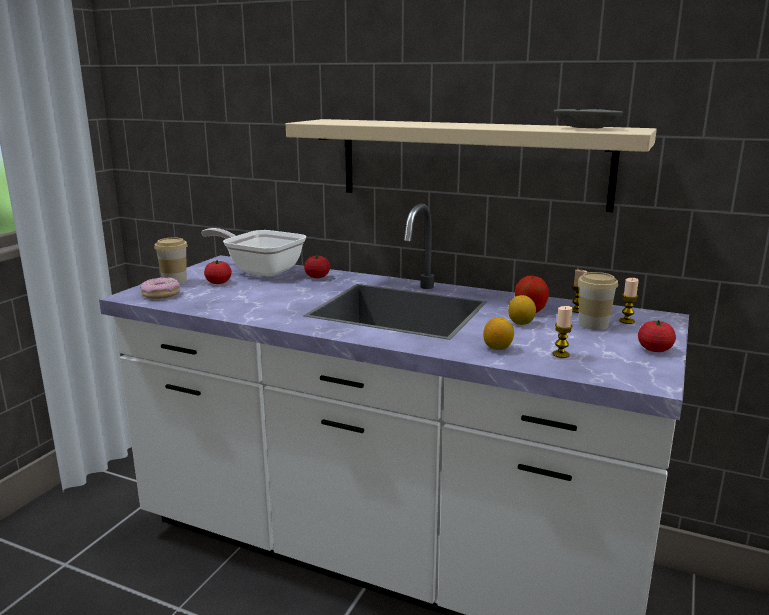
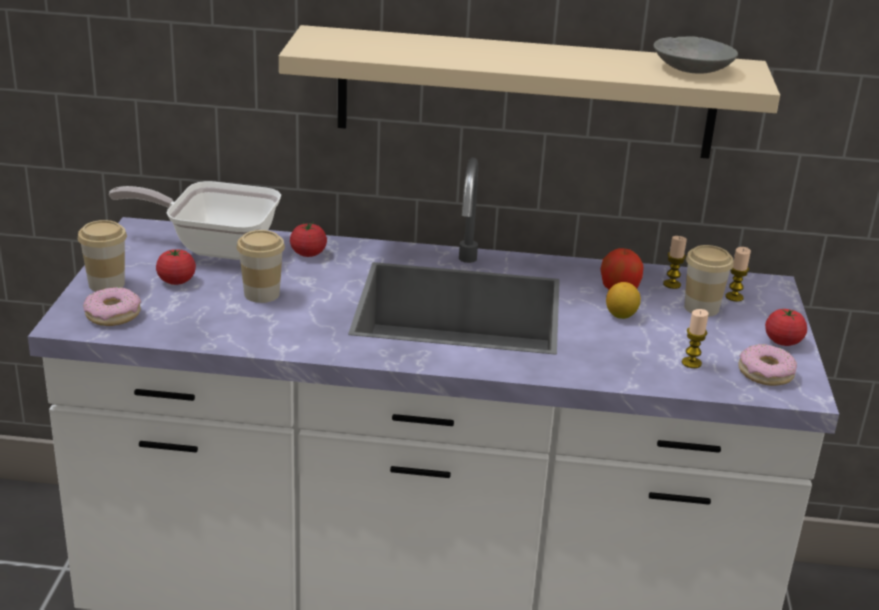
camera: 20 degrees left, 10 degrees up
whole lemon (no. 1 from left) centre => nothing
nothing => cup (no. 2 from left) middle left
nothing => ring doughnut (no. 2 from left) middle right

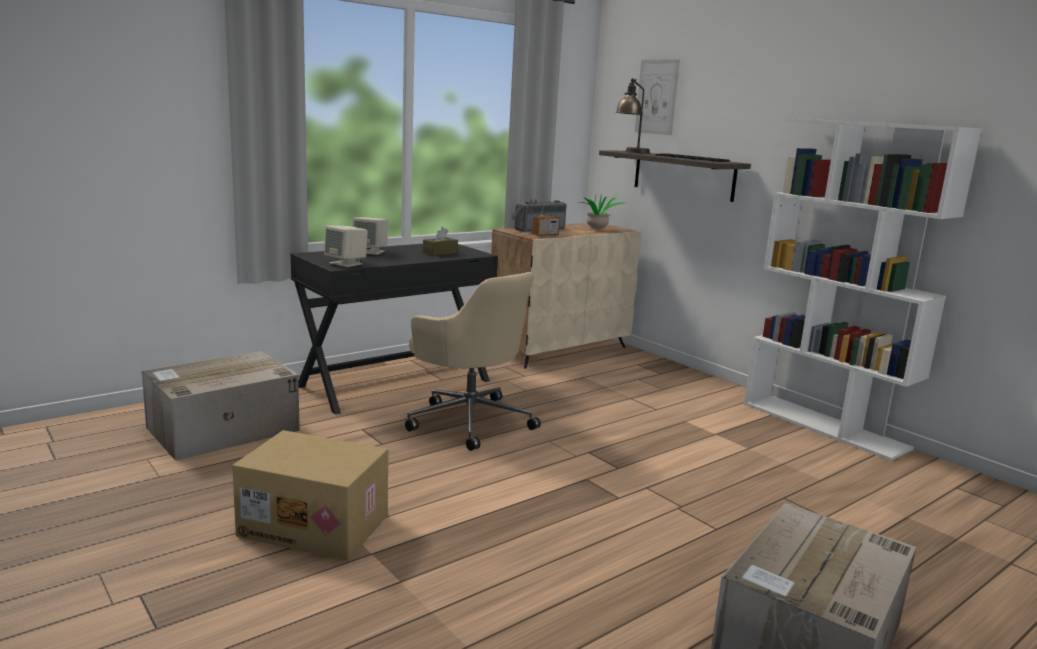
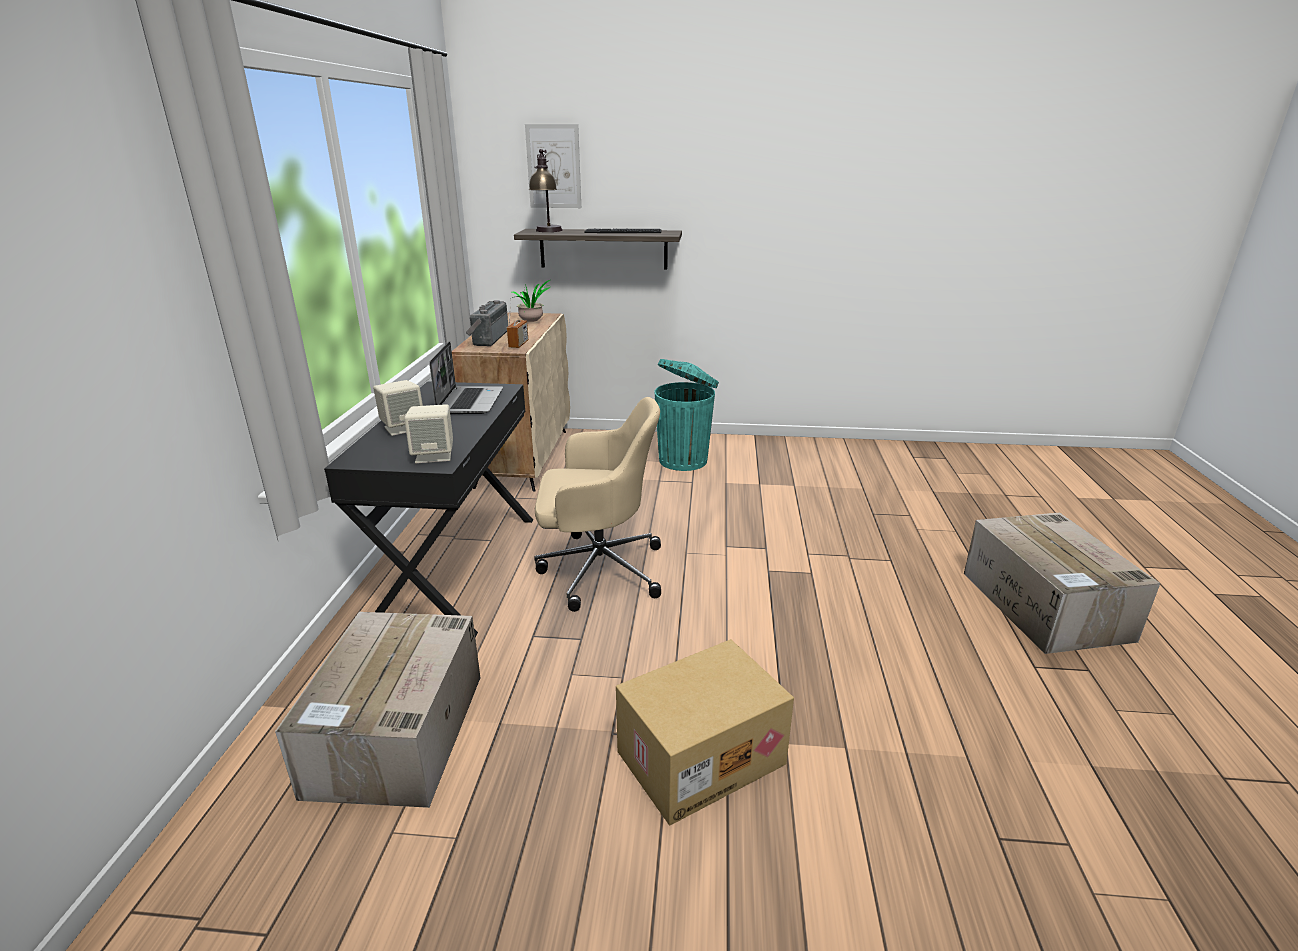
camera: 45 degrees left, 10 degrees up
white-coloured bookcase middle right => nothing
brown-coloured box of tissues centre => laptop centre
nothing => blue-green trash can centre

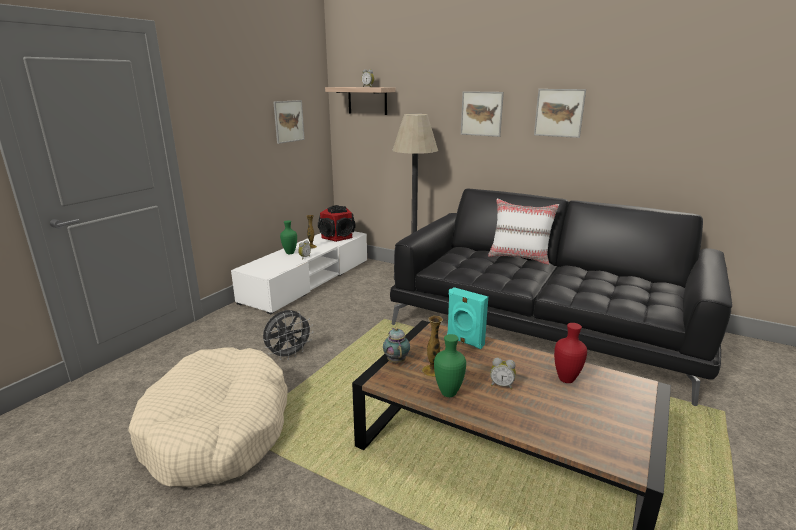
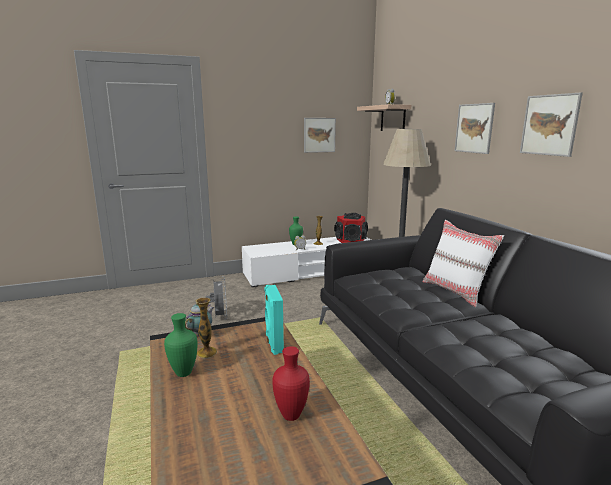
camera: 40 degrees right, 5 degrees down
gray fan centre, 105 degrees counterclockwise
beige-coloured pet bed bottom left => nothing
alarm clock (no. 3 from left) bottom centre => nothing

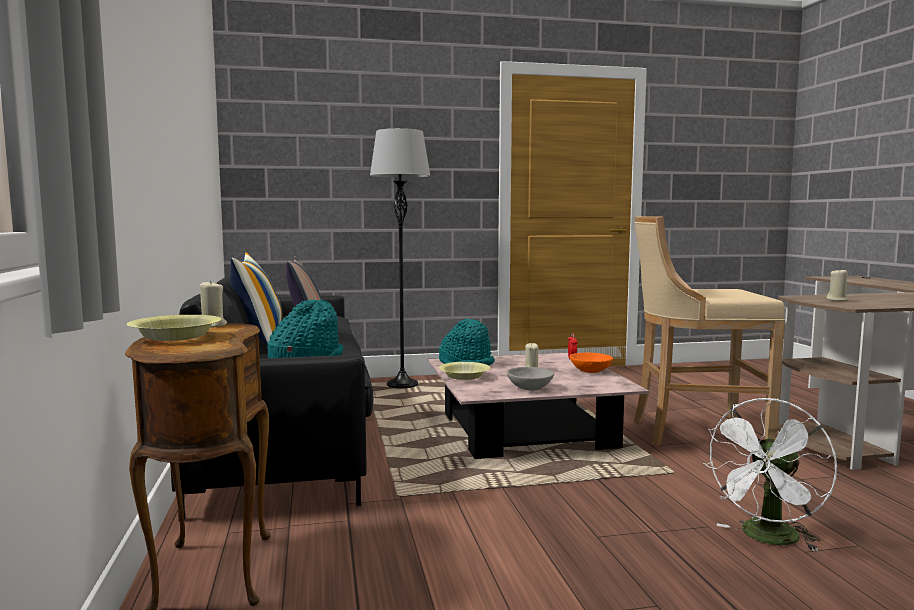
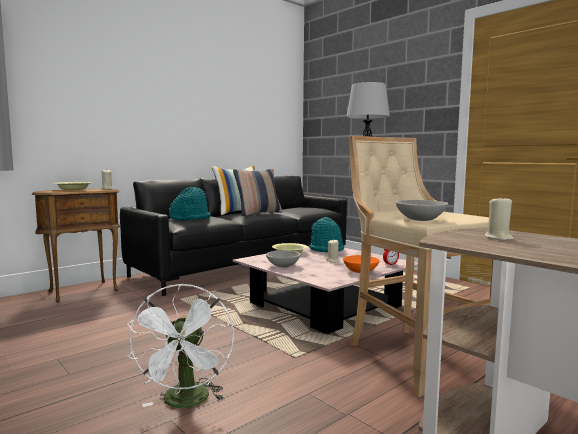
camera: 60 degrees right, 0 degrees up
white-coloured fan bottom right => white-coloured fan bottom left, 105 degrees counterclockwise
nothing => gray deep dish (no. 2 from left) middle right

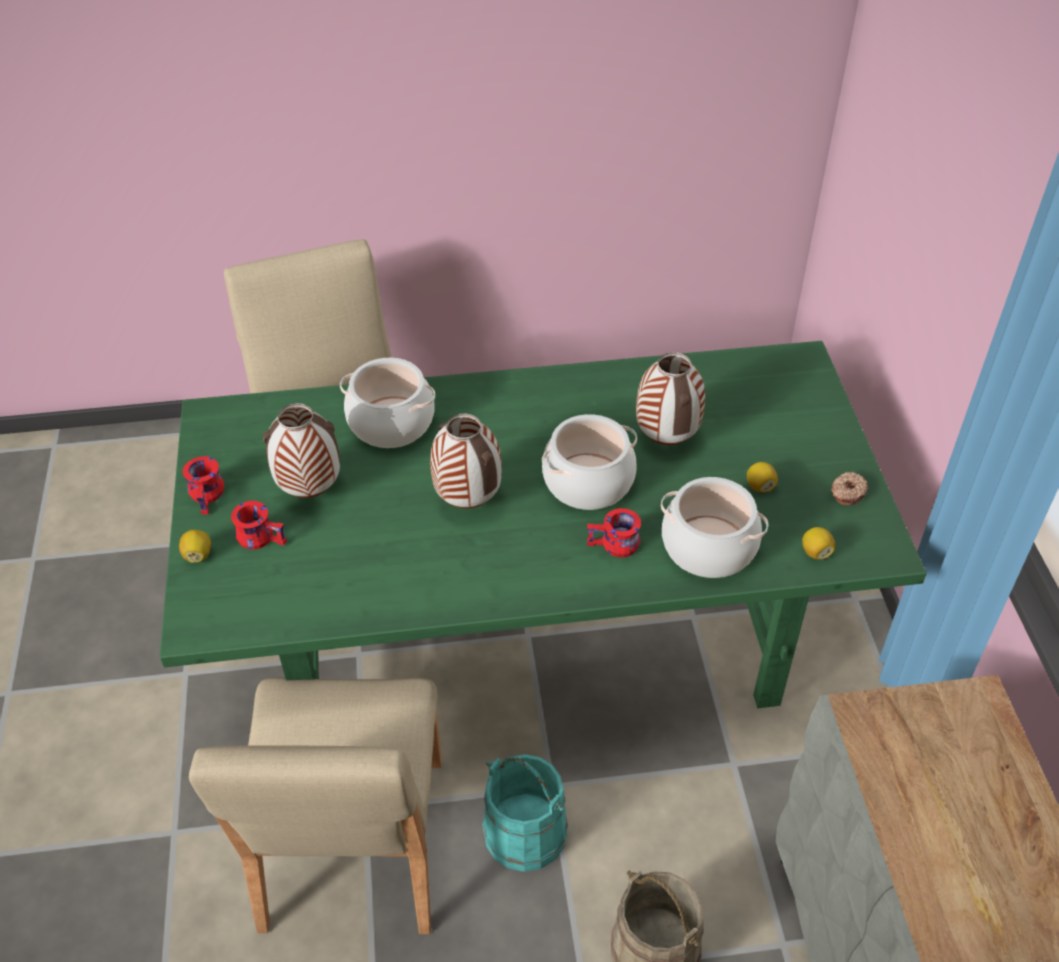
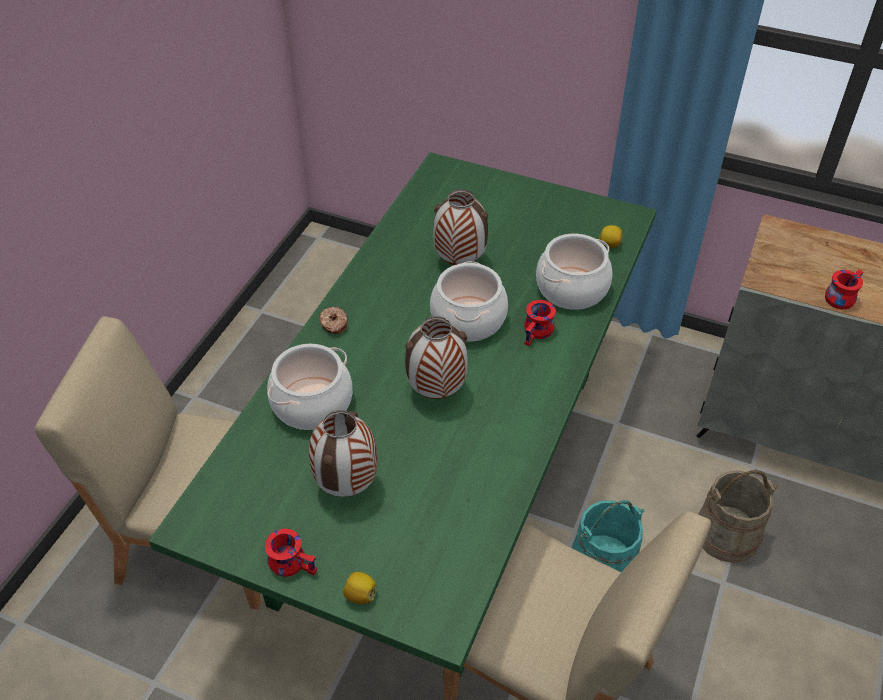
camera: 60 degrees left, 0 degrees up
whole lemon (no. 2 from left) middle right => nothing
ring doughnut middle right => ring doughnut centre, relocated
reddish tea mug (no. 2 from left in the first image) middle left => reddish tea mug (no. 3 from left) middle right, relocated

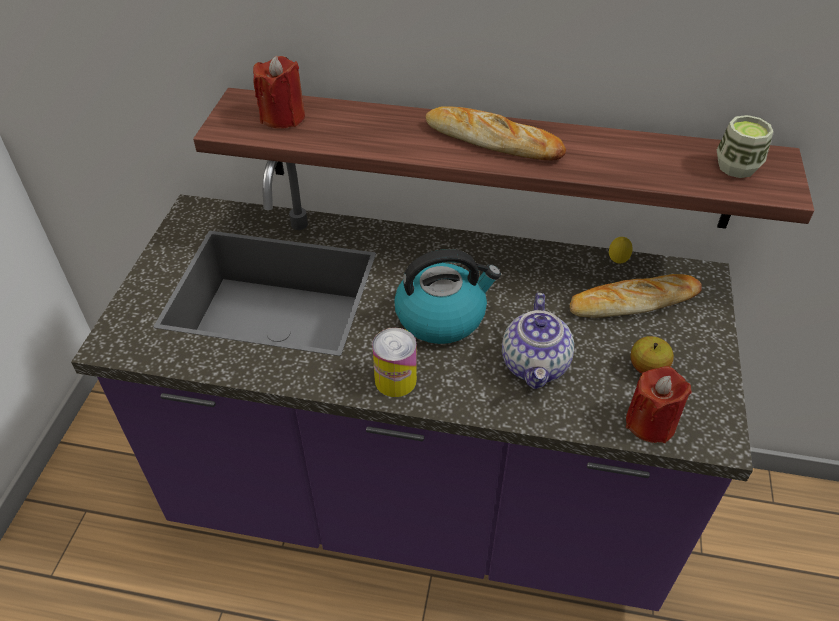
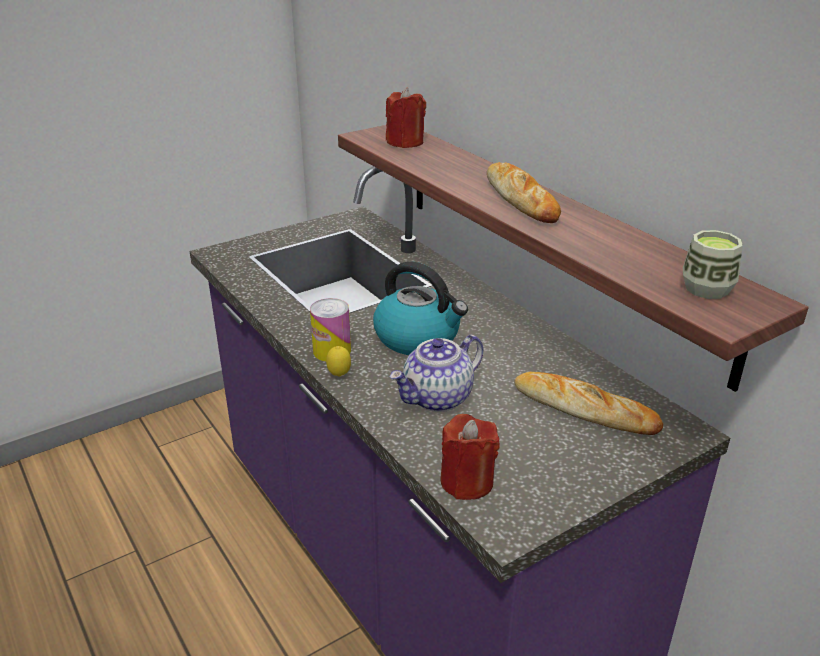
camera: 45 degrees right, 15 degrees down
whole lemon middle right => whole lemon centre, relocated
apple middle right => nothing

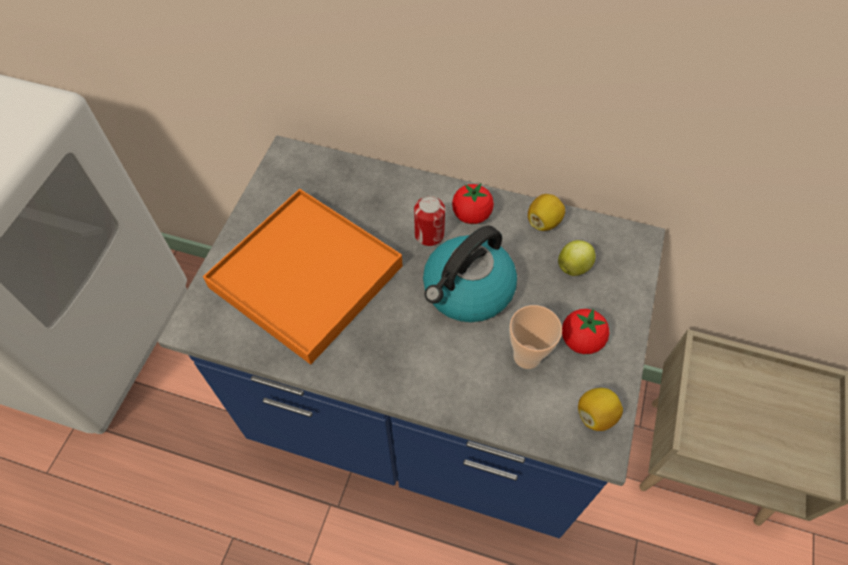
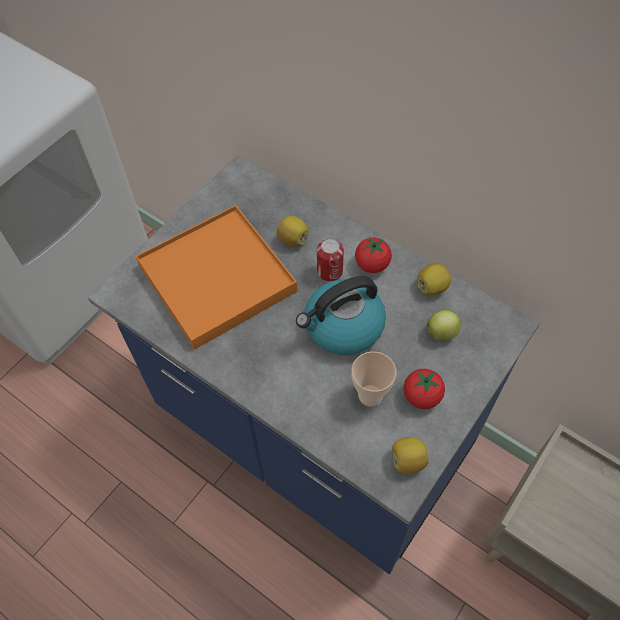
camera: 20 degrees right, 0 degrees up
nothing => whole lemon (no. 1 from left) centre

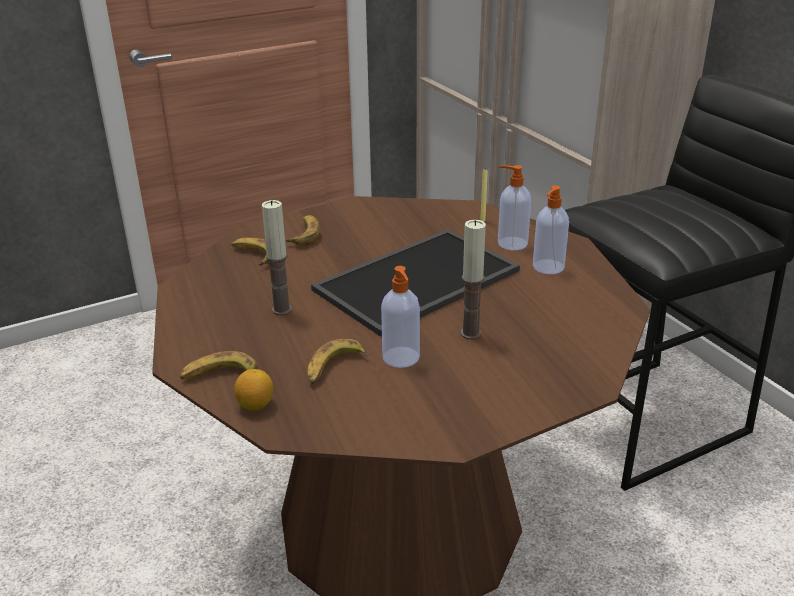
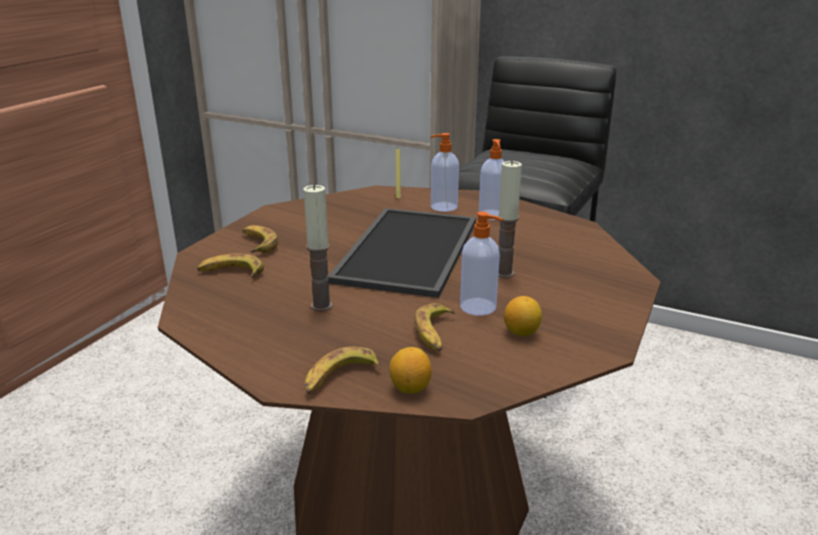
camera: 35 degrees left, 5 degrees down
nothing => whole lemon (no. 2 from left) centre

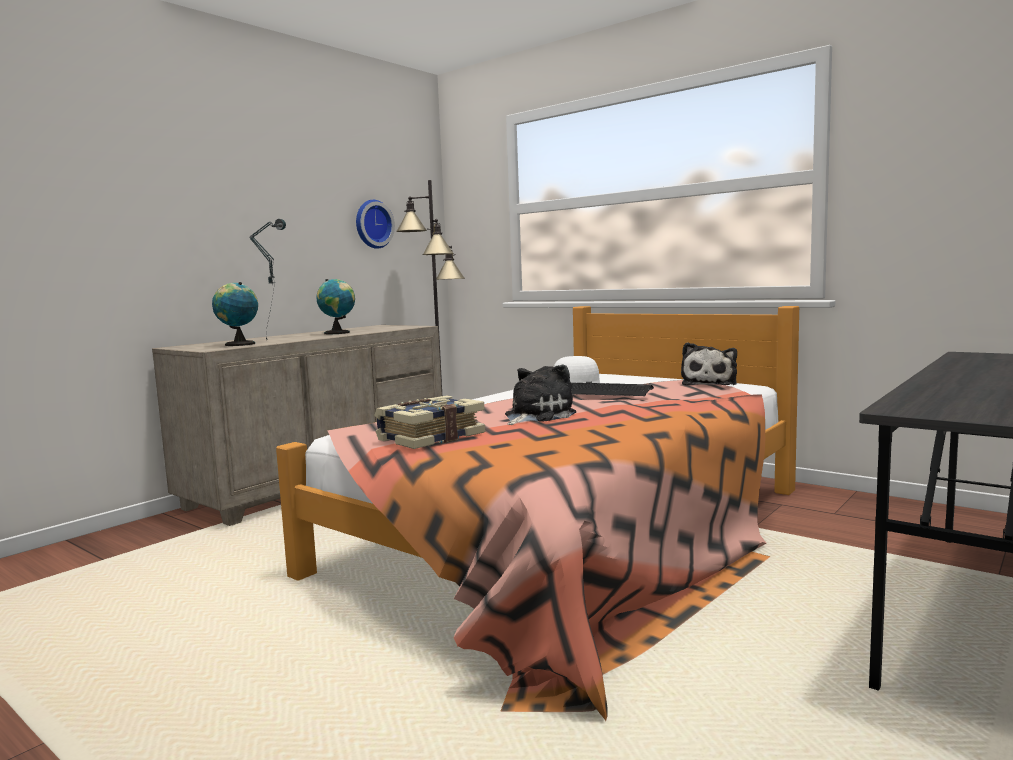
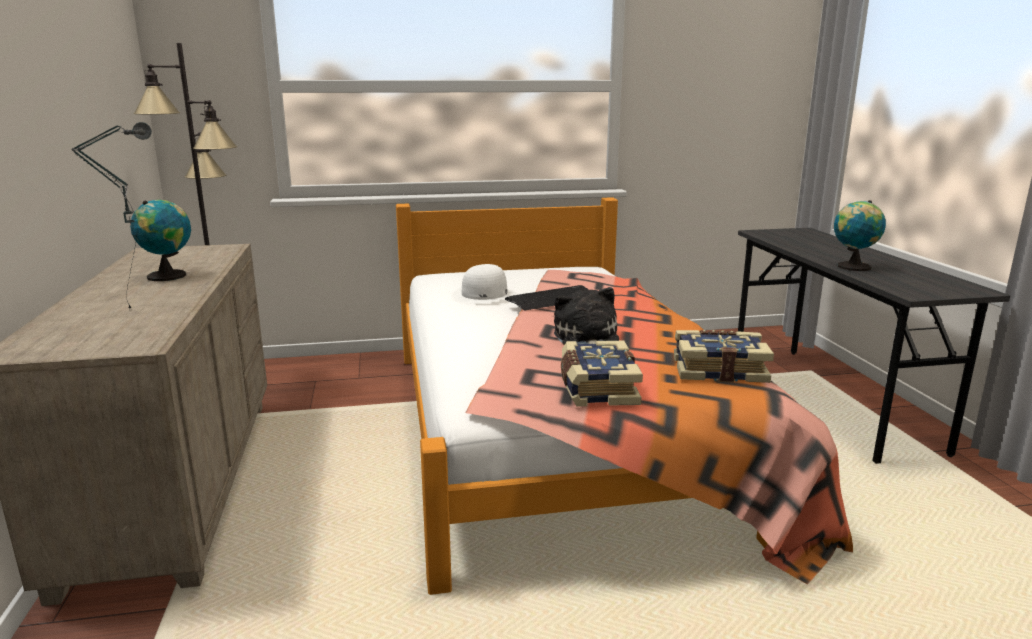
camera: 50 degrees left, 10 degrees up
wall clock top centre => nothing
world globe (no. 1 from left in the first image) middle left => world globe (no. 2 from left) middle right, relocated
soft toy (no. 2 from left) middle right => nothing
nothing => bound book (no. 2 from left) middle right

